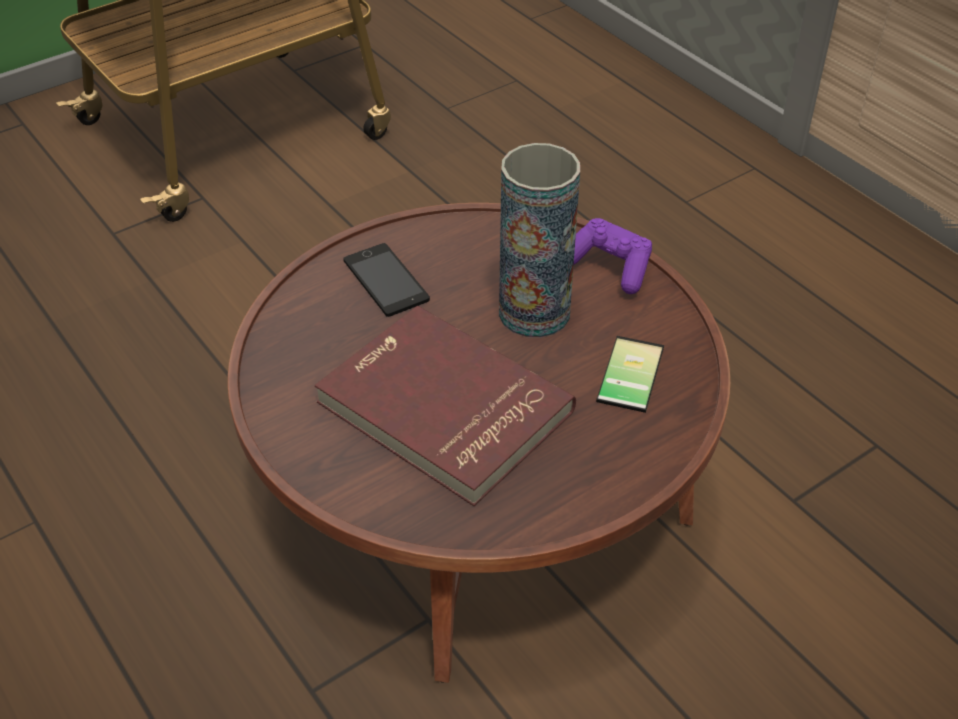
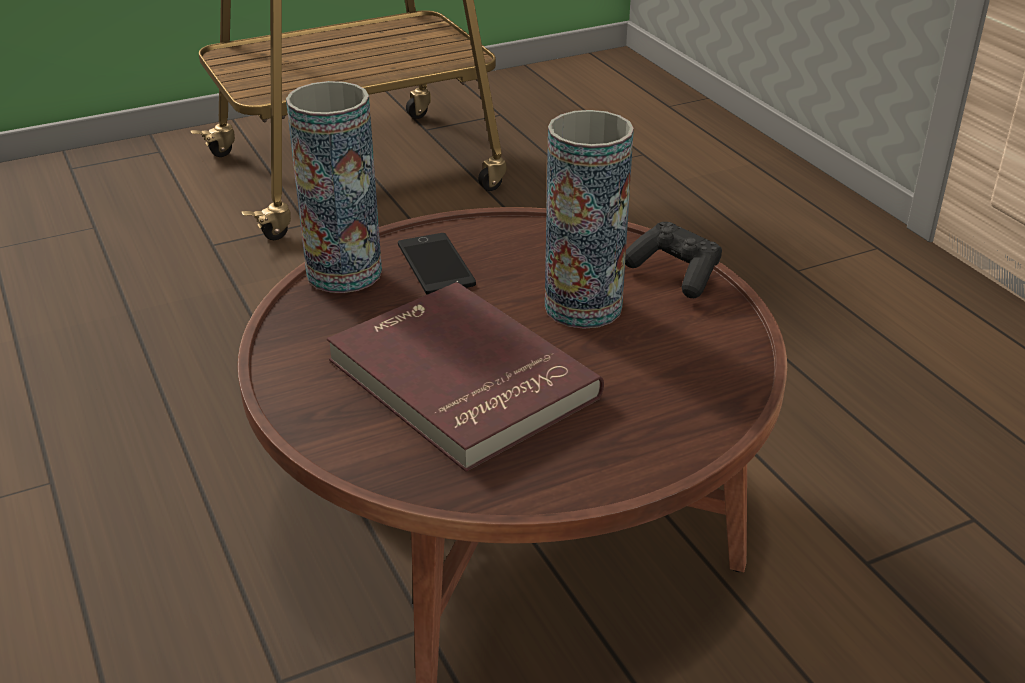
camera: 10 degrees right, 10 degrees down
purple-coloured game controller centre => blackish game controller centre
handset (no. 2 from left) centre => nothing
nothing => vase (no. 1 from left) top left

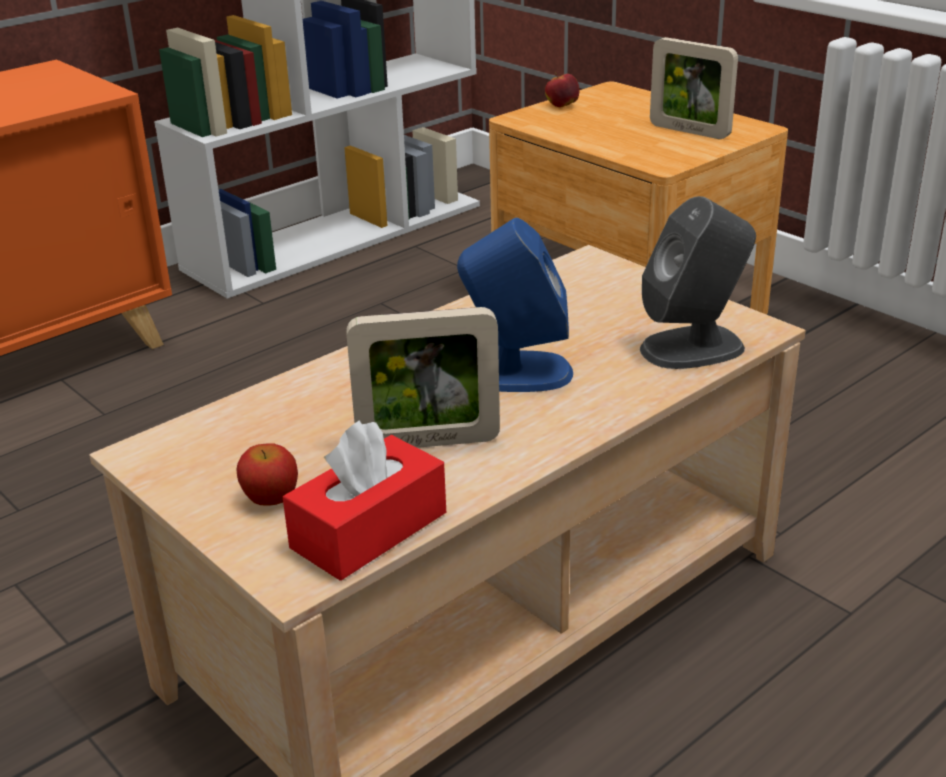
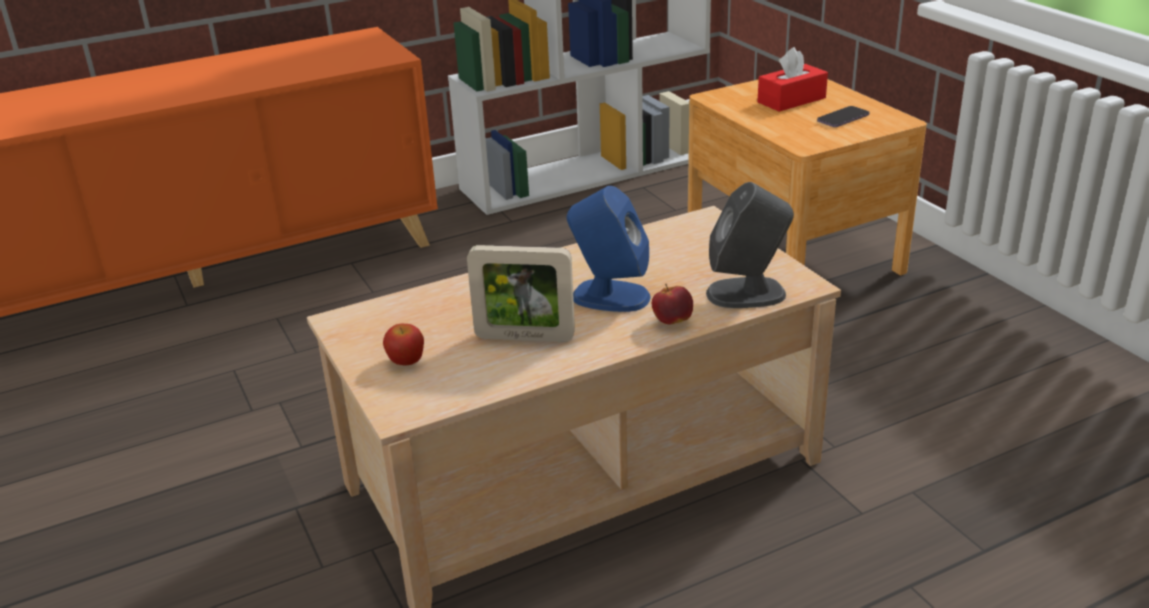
camera: 15 degrees right, 0 degrees up
photo frame (no. 2 from left) top right => handset top right
apple (no. 2 from left) top centre => apple (no. 2 from left) centre, relocated
reddish box of tissues centre => reddish box of tissues top right, relocated

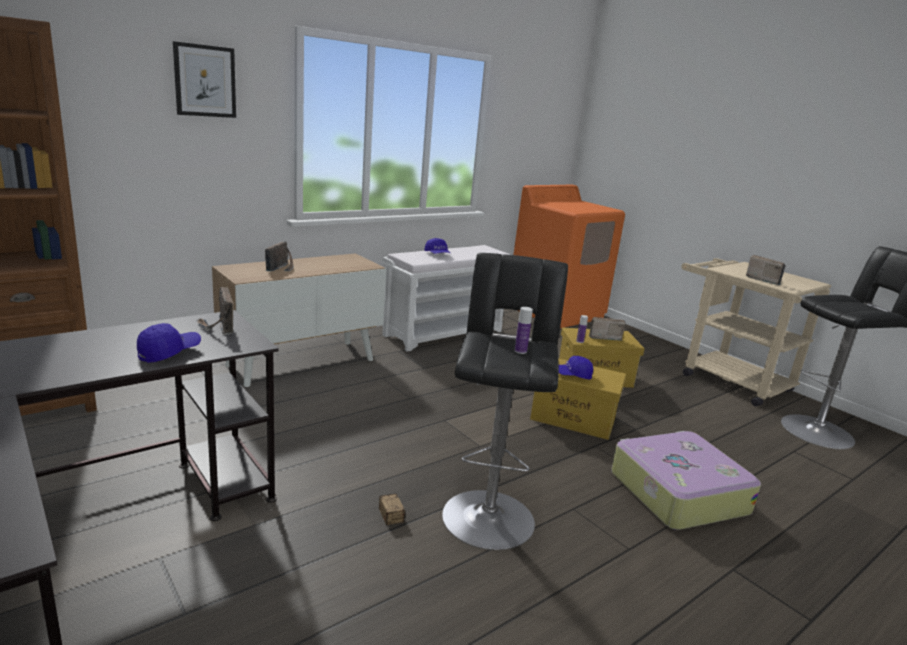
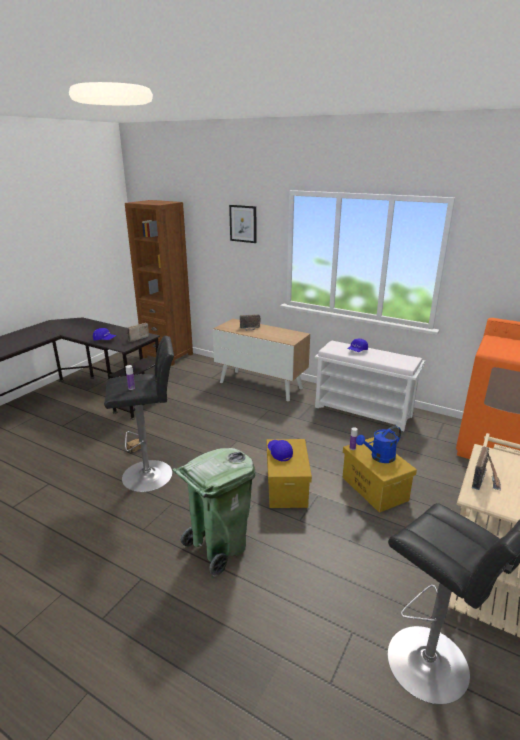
camera: 70 degrees right, 5 degrees up
radio receiver (no. 3 from left) middle right => blue-coloured watering pot middle right
suitcase bottom right => green trash can bottom centre

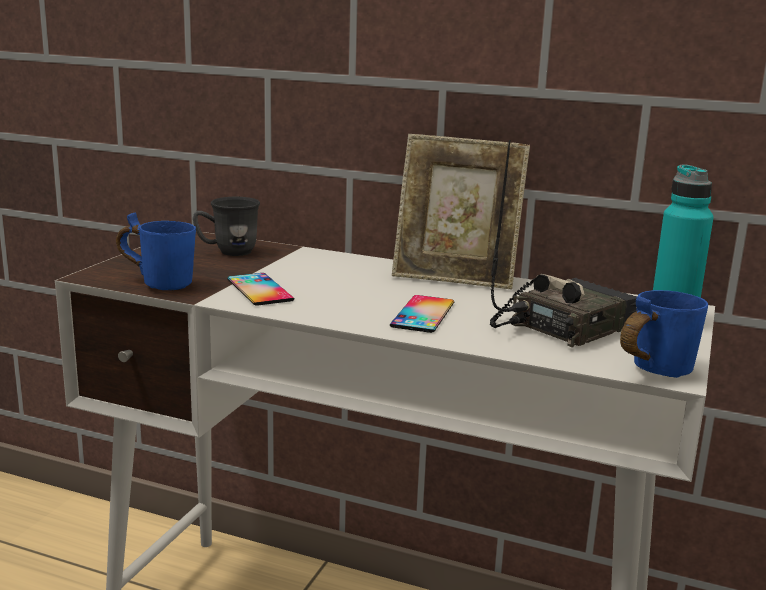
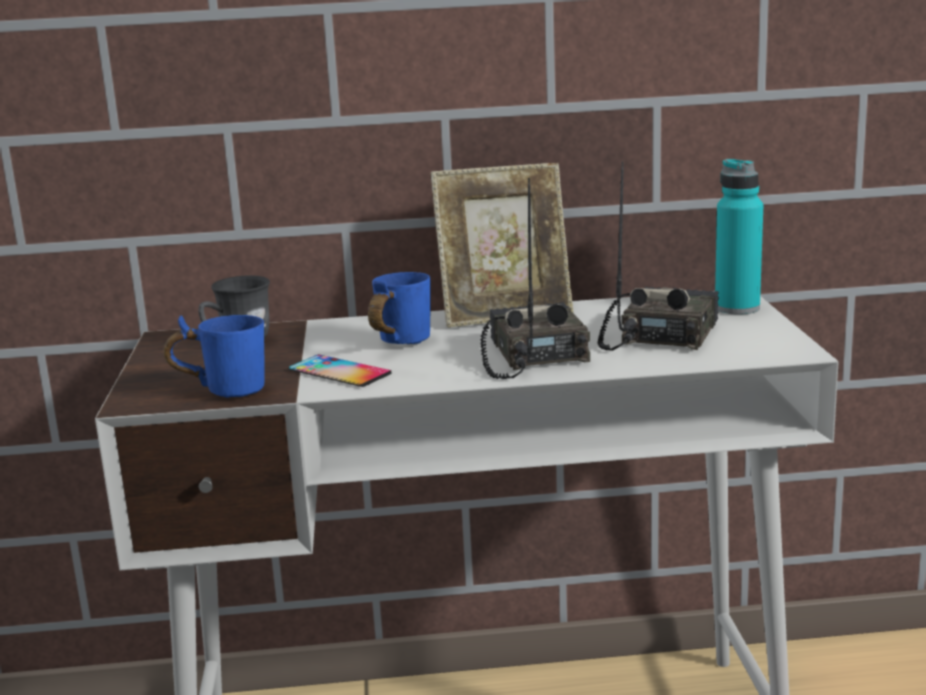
camera: 25 degrees left, 0 degrees up
blue-coloured tea mug (no. 2 from left) middle right => blue-coloured tea mug (no. 2 from left) centre, relocated
handset (no. 2 from left) centre => radio receiver (no. 1 from left) centre

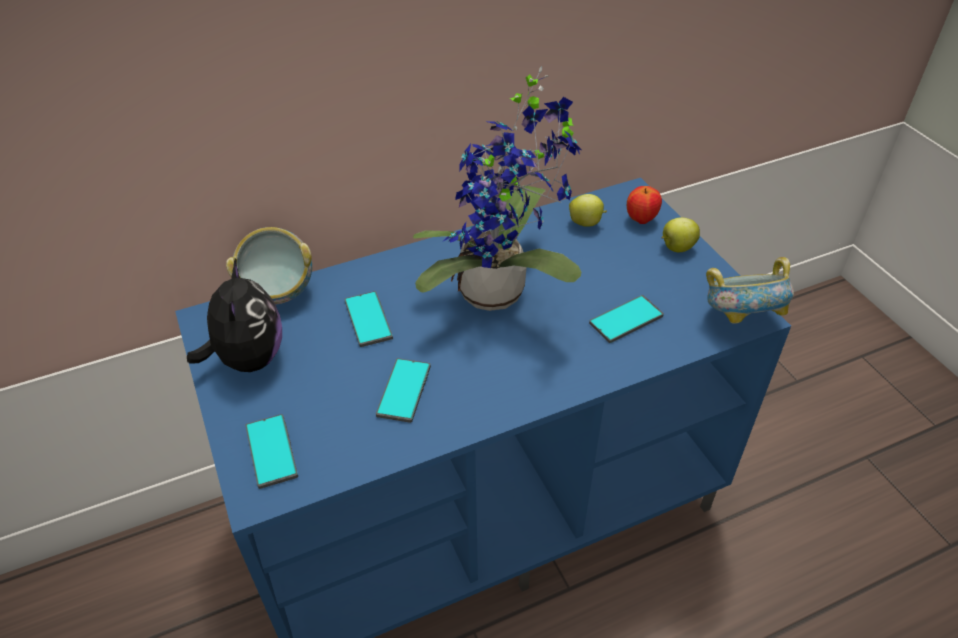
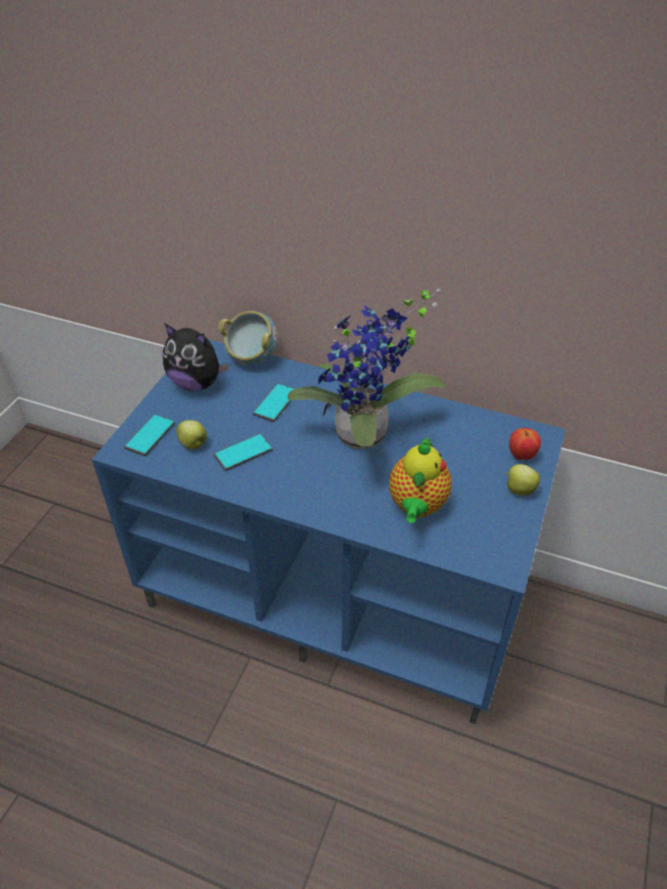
camera: 45 degrees right, 0 degrees up
apple (no. 1 from left) top centre => apple (no. 1 from left) middle left, relocated
deep dish (no. 2 from left) middle right => nothing
soft toy middle left, 75 degrees clockwise
handset (no. 4 from left) centre => teapot centre

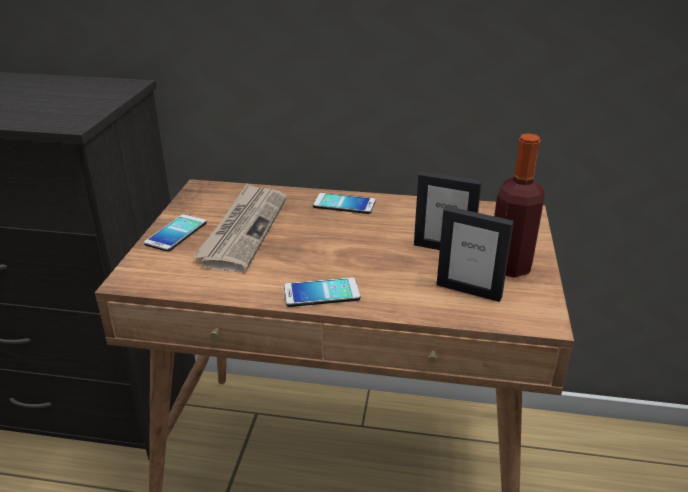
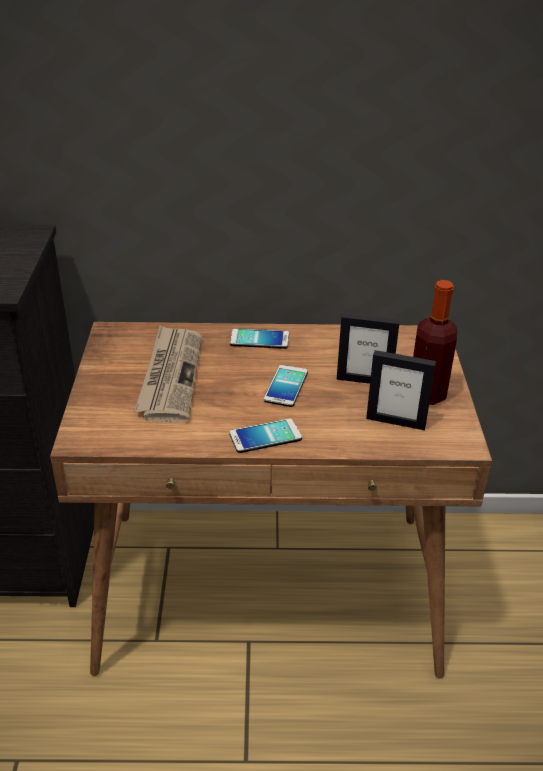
camera: 10 degrees left, 5 degrees up
handset (no. 1 from left in the first image) middle left => handset (no. 3 from left) centre, relocated

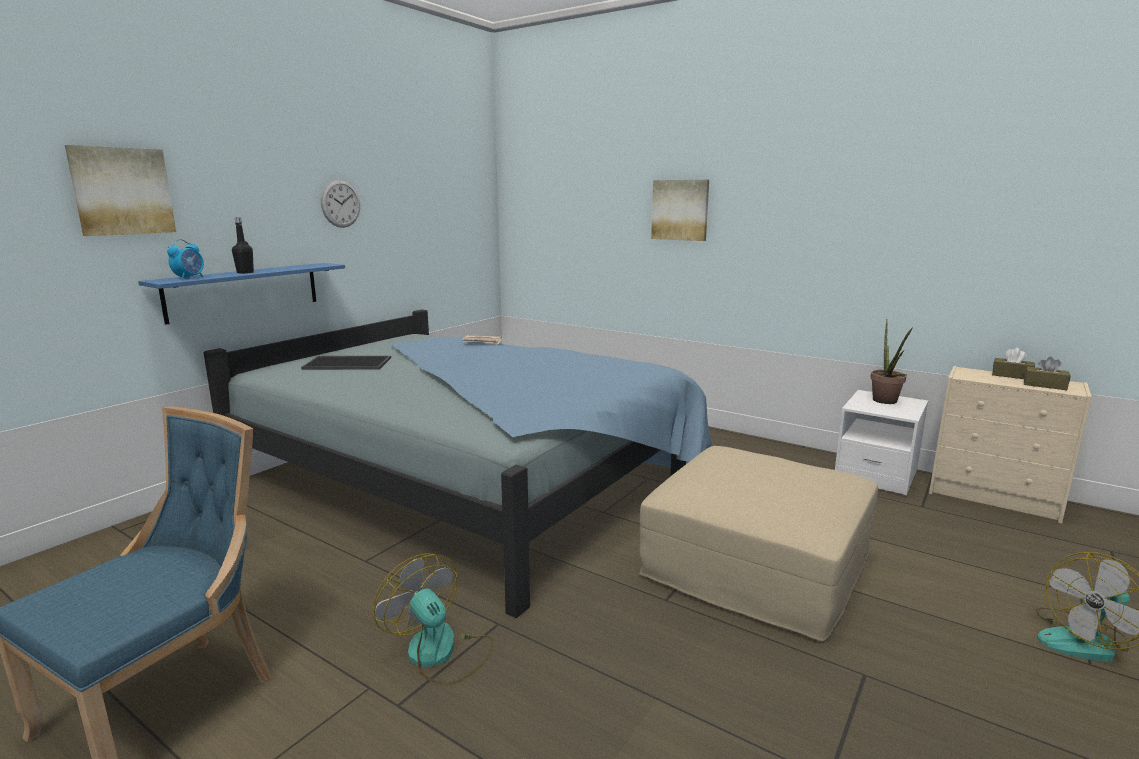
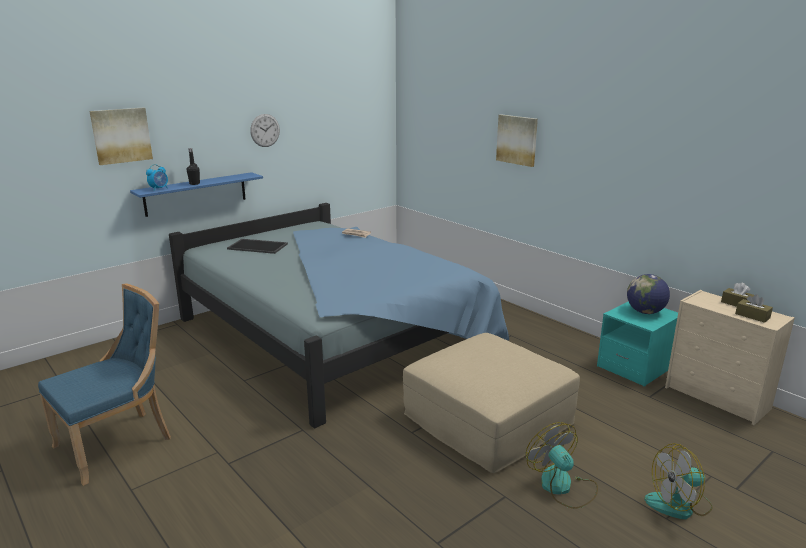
camera: 15 degrees right, 5 degrees up
potted plant middle right => world globe middle right
white-coloured bedside table middle right => blue-green bedside table middle right
fan (no. 1 from left) bottom centre => fan (no. 1 from left) bottom right, relocated

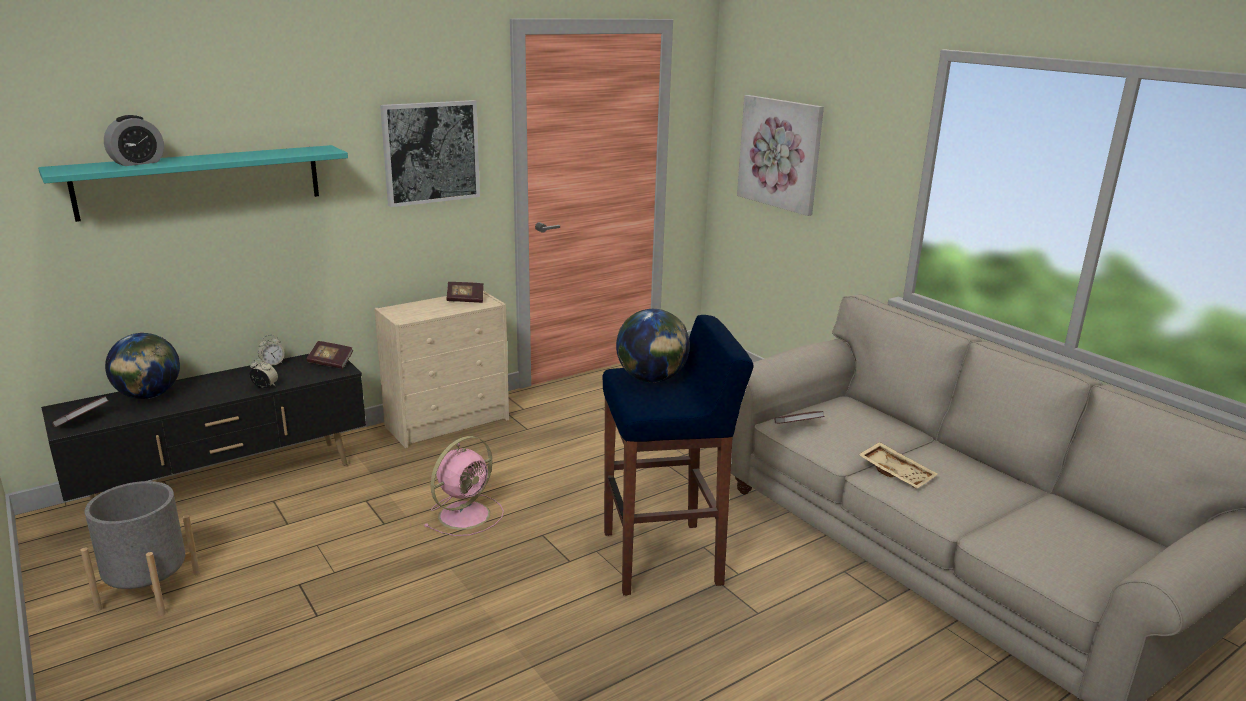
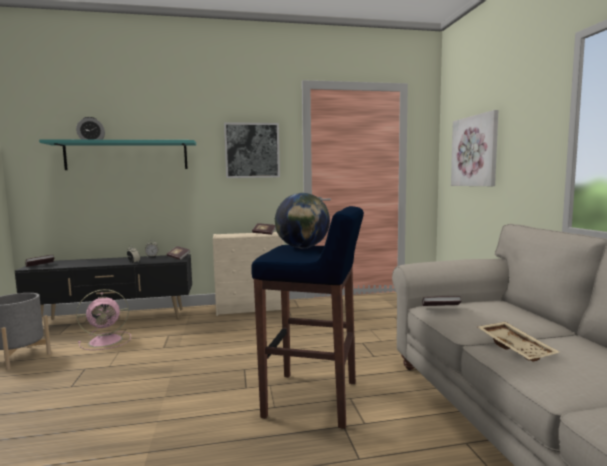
camera: 25 degrees right, 15 degrees down
world globe (no. 1 from left) middle left => nothing
pink fan bottom centre => pink fan bottom left, relocated

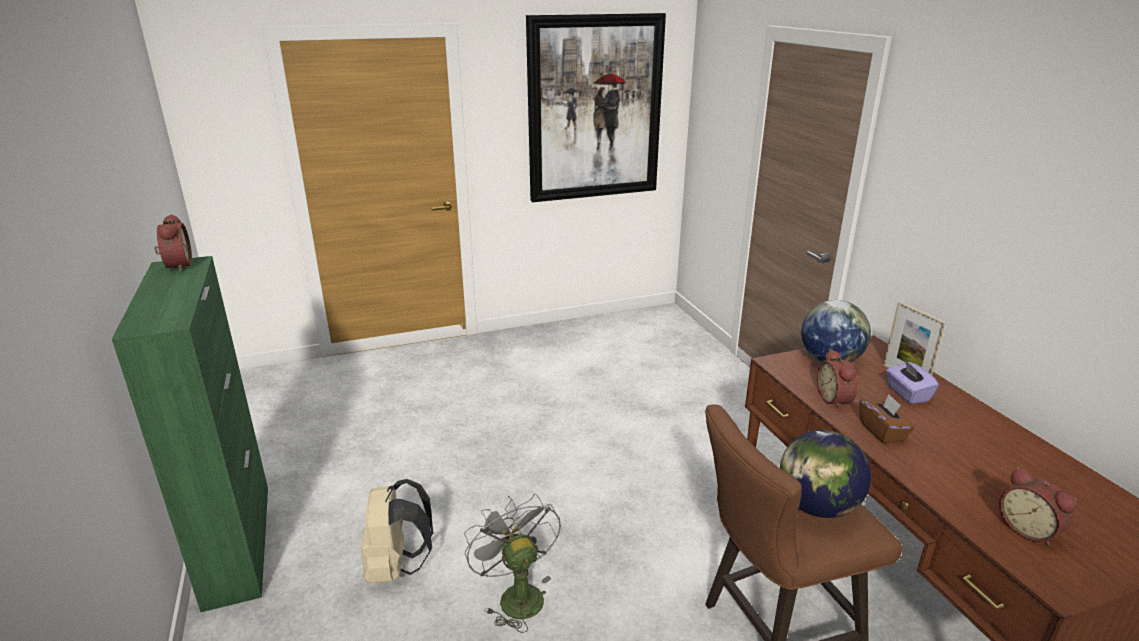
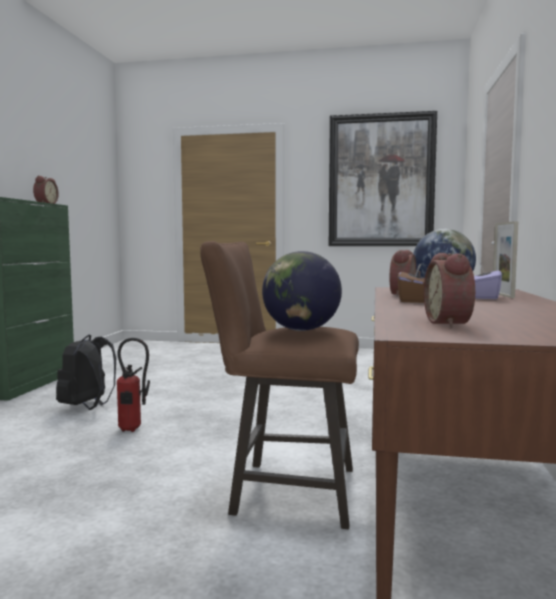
camera: 30 degrees right, 20 degrees down
beige-coloured rucksack bottom centre => blackish rucksack middle left
gray fan bottom centre => fire-fighting cylinder middle left

